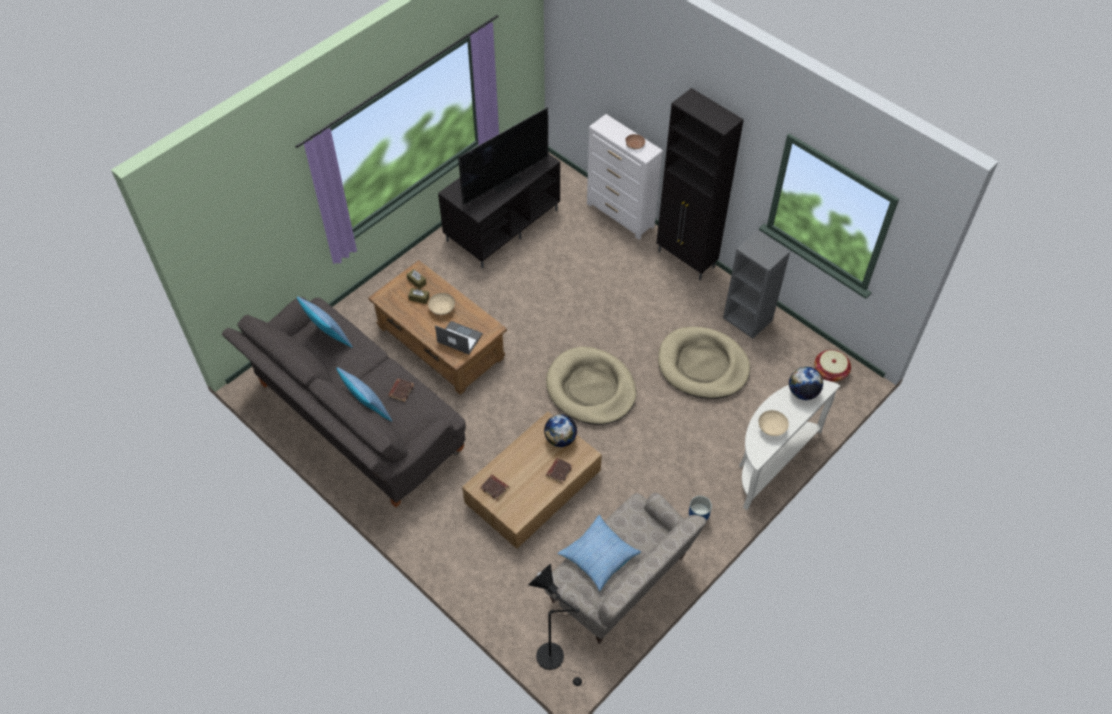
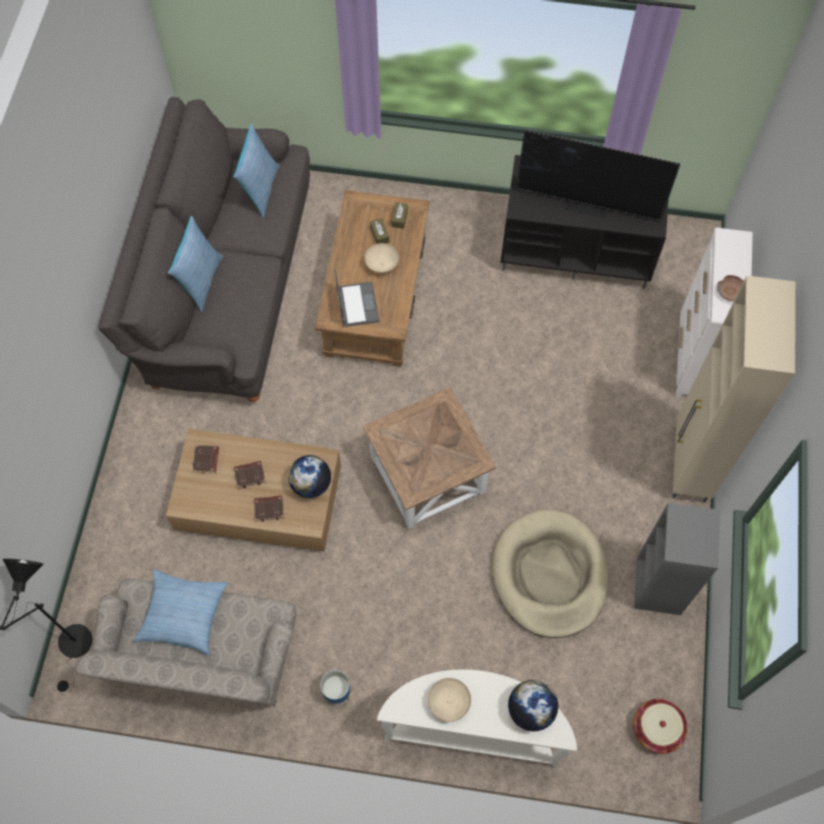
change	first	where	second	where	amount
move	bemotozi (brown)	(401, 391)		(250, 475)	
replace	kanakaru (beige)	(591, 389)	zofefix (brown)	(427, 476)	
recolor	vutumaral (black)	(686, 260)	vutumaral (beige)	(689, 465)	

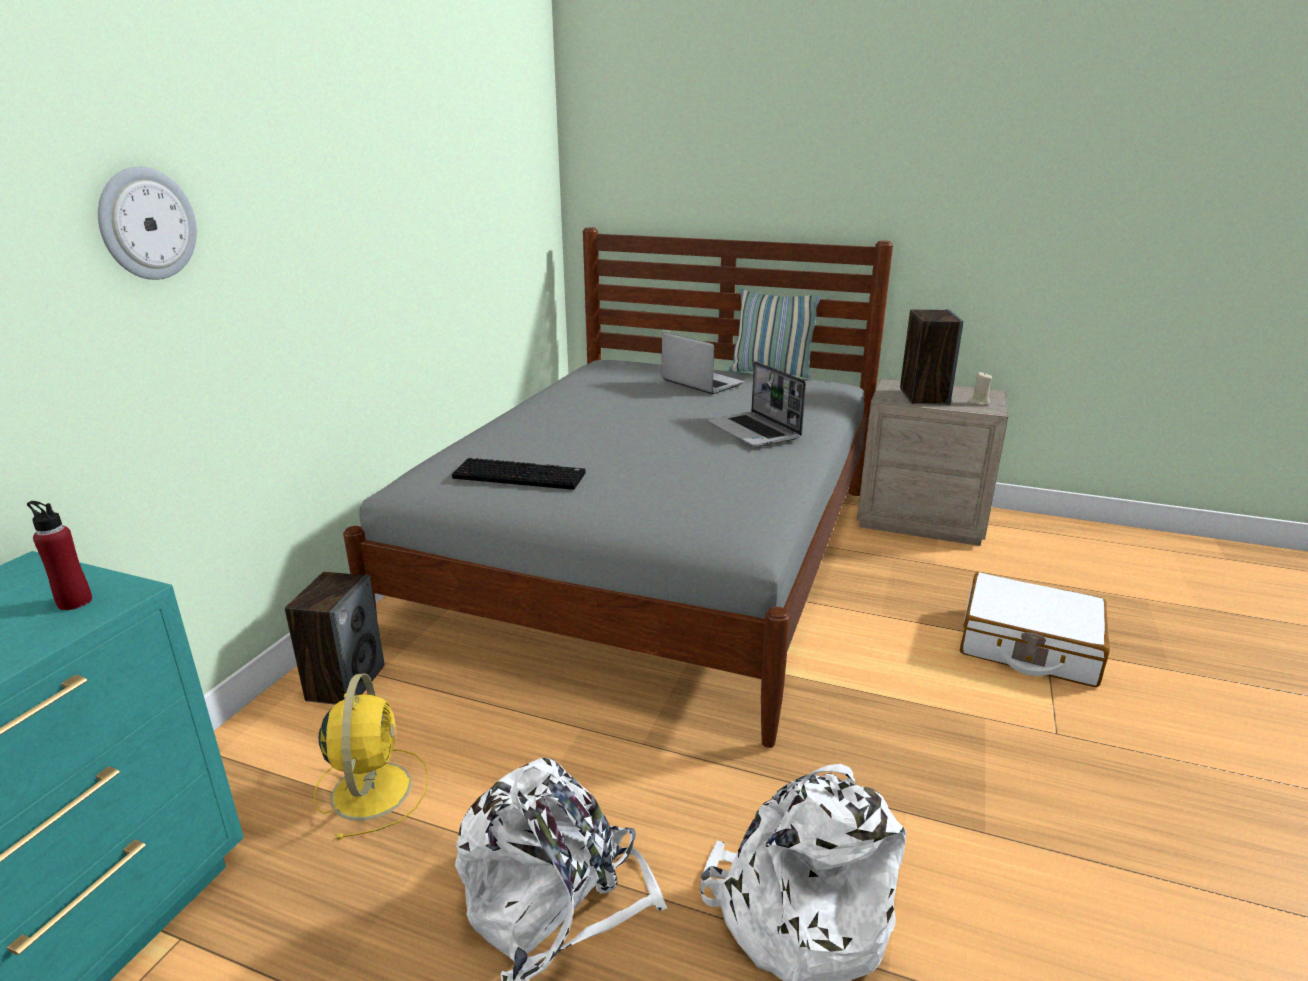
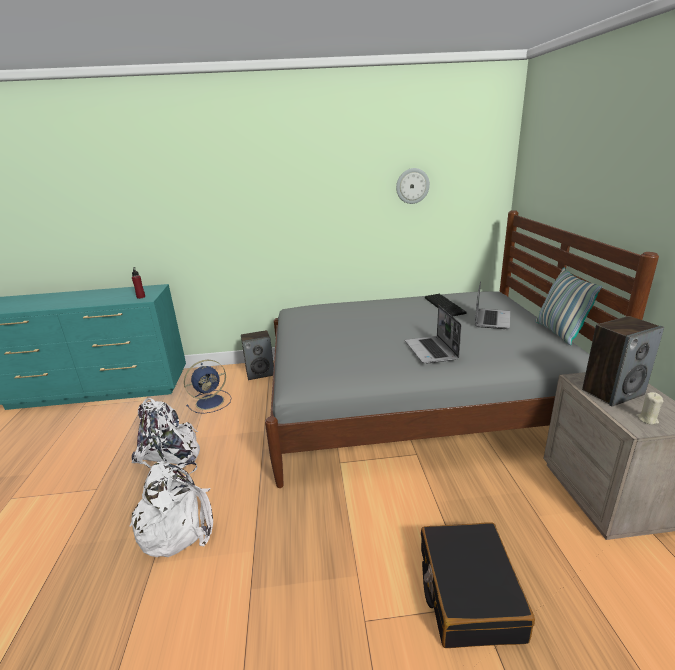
change	first	where	second	where	amount
move	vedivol	(146, 224)		(412, 186)	
recolor	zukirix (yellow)	(372, 788)	zukirix (blue)	(211, 401)	
move	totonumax	(521, 475)		(445, 306)	
rotate	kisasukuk	(755, 431)		(431, 351)	45 degrees counterclockwise
recolor	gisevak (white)	(1028, 646)	gisevak (black)	(468, 592)	

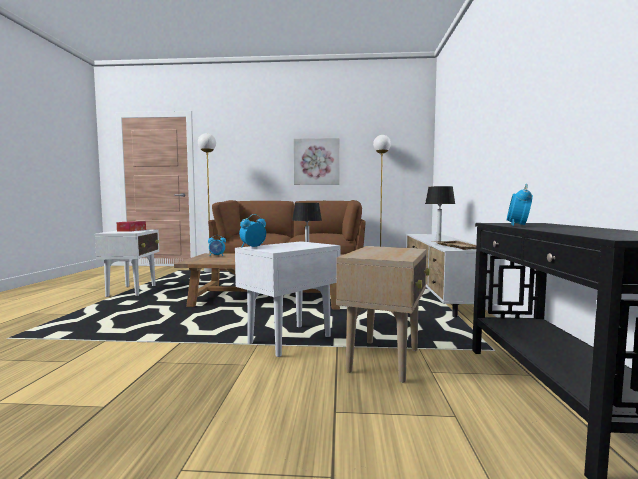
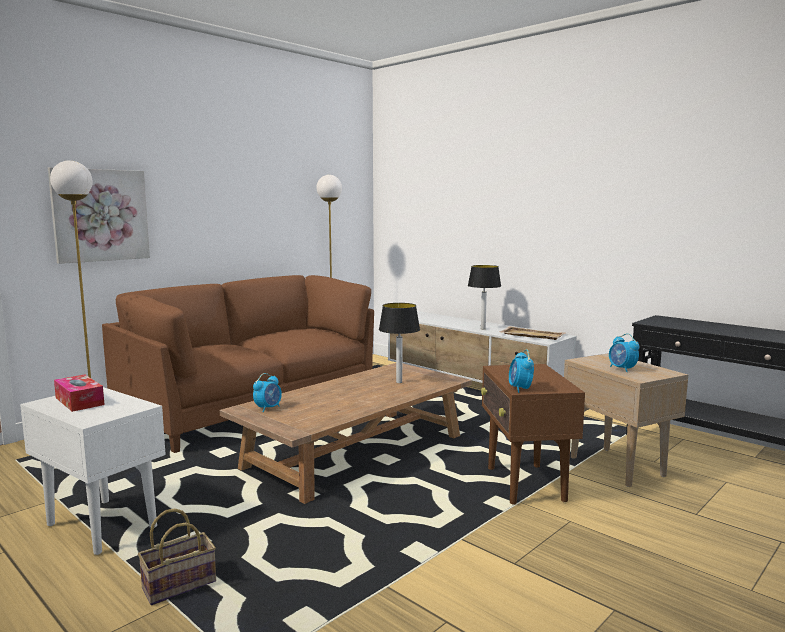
change	first	where	second	where	amount
recolor	zofefix (white)	(289, 340)	zofefix (brown)	(525, 485)	
move	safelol	(316, 162)		(100, 215)	
move	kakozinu	(518, 225)		(622, 369)	
insert			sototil	(180, 584)	

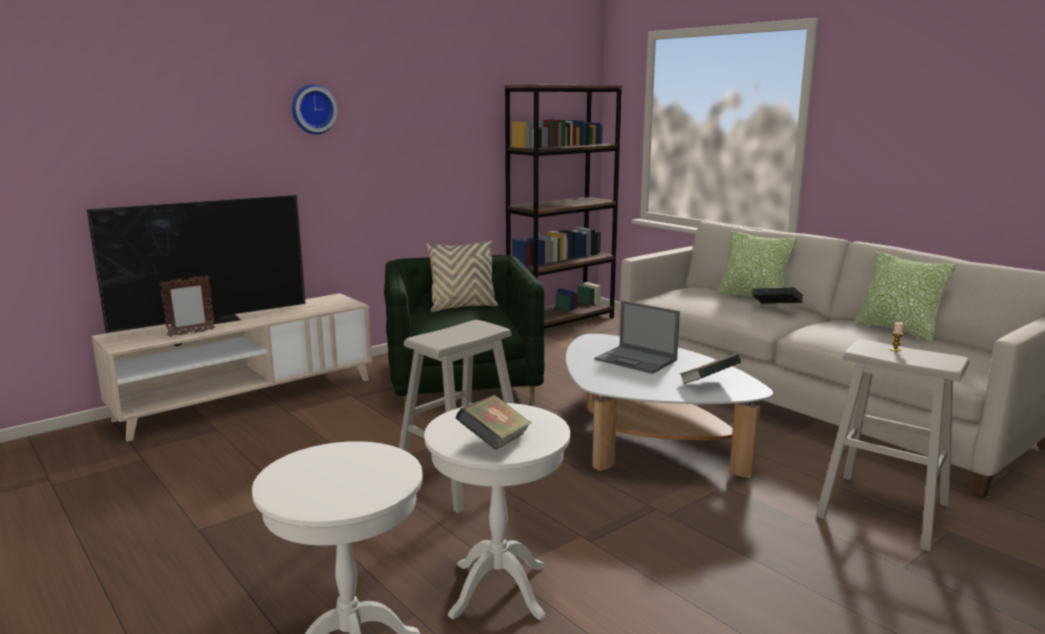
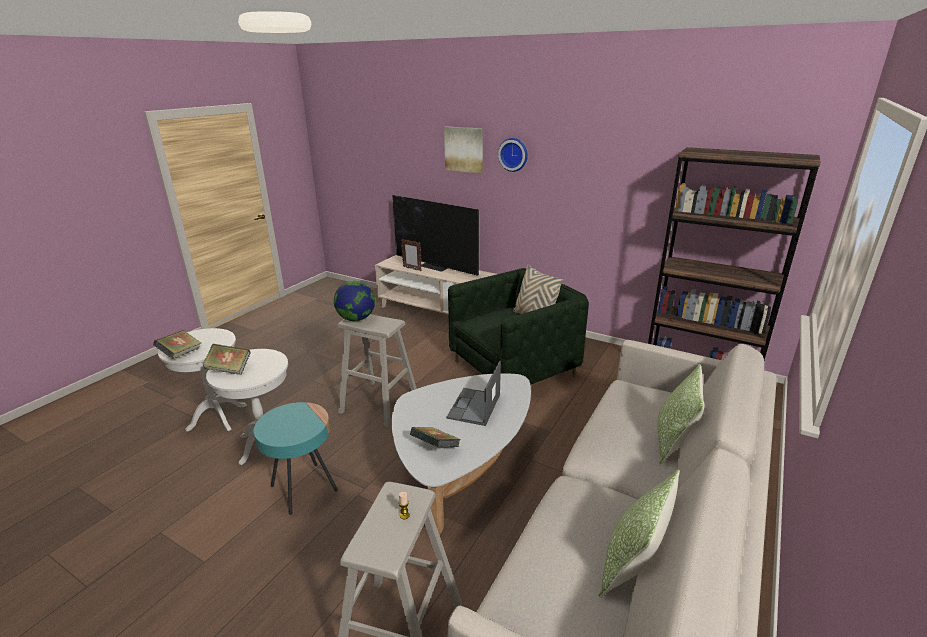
change	first	where	second	where	amount
move	bemotozi	(776, 308)		(181, 354)	
insert			zofefix (turquoise)	(304, 488)	
insert			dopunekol	(356, 319)	
insert			safelol	(464, 149)	

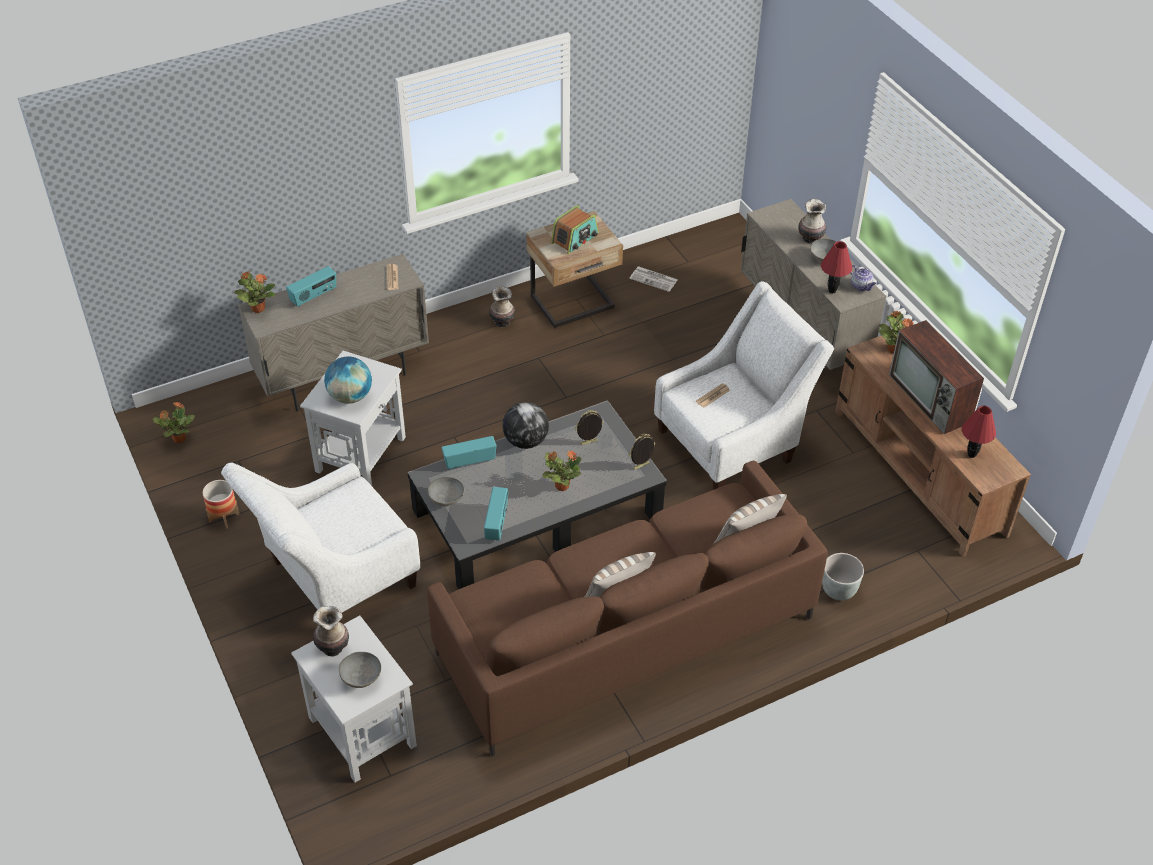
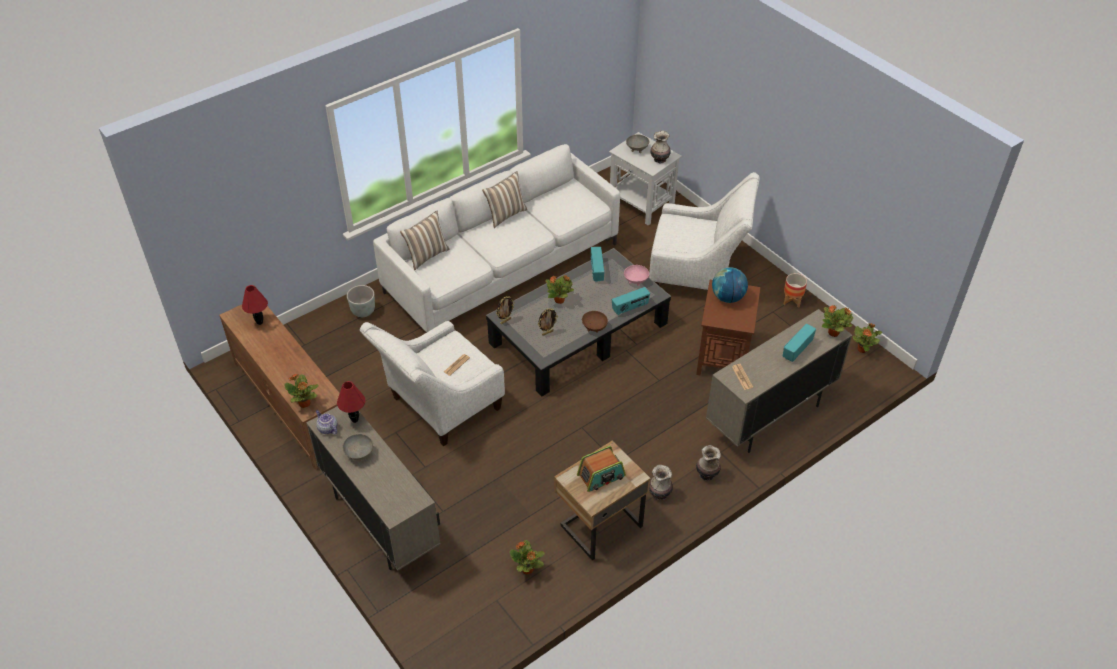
change	first	where	second	where	amount
rotate	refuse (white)	(334, 579)		(697, 274)	60 degrees clockwise
recolor	zofefix (white)	(361, 453)	zofefix (brown)	(722, 357)	
recolor	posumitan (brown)	(625, 634)	posumitan (white)	(502, 268)	
recolor	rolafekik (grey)	(445, 500)	rolafekik (pink)	(636, 280)	
replace	dopunekol	(525, 441)	rolafekik (brown)	(594, 328)	
rotate	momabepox	(575, 239)		(601, 476)	150 degrees counterclockwise
replace	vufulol	(654, 279)	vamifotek	(527, 570)	
move	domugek	(811, 238)		(706, 474)	
delete	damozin	(931, 399)			

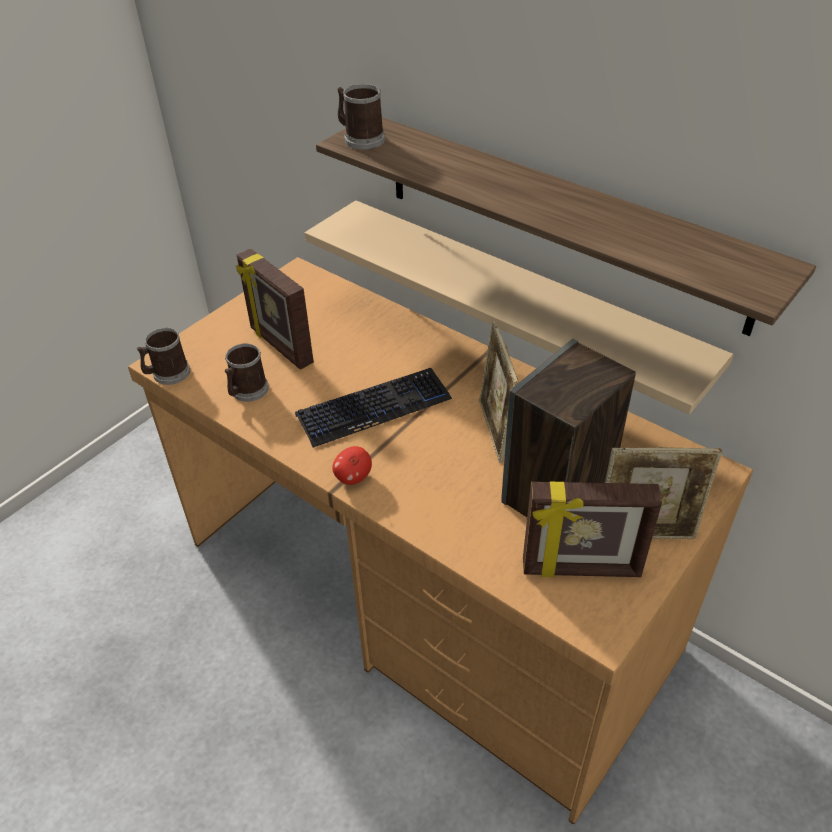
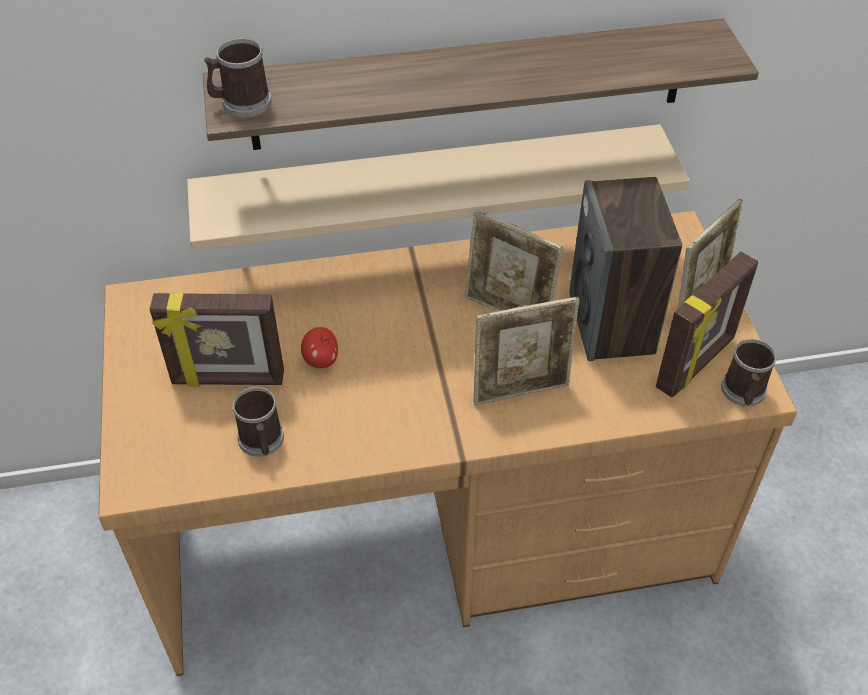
change	first	where	second	where	amount
move	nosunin	(167, 374)		(743, 393)	
delete	totonumax	(374, 408)			
move	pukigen	(353, 477)		(321, 360)	
insert			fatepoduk	(521, 390)	

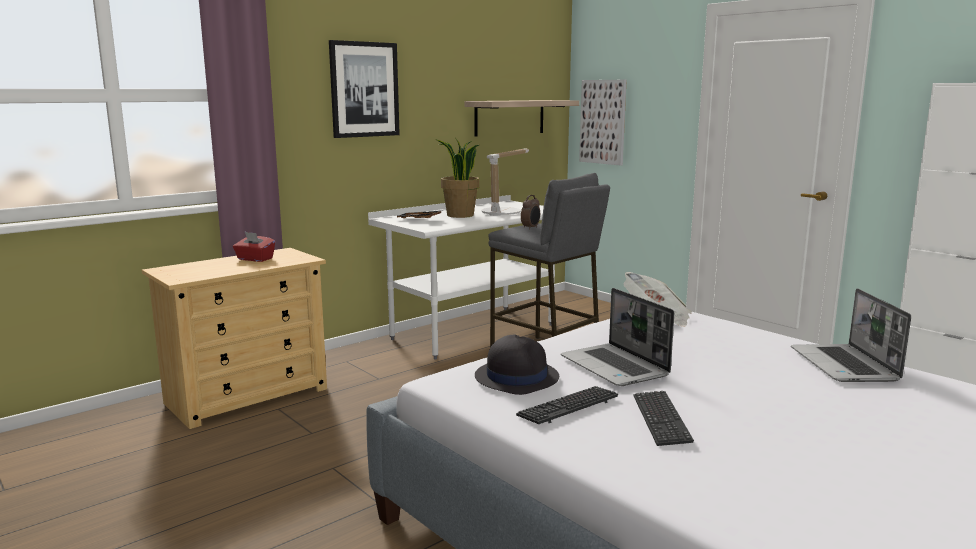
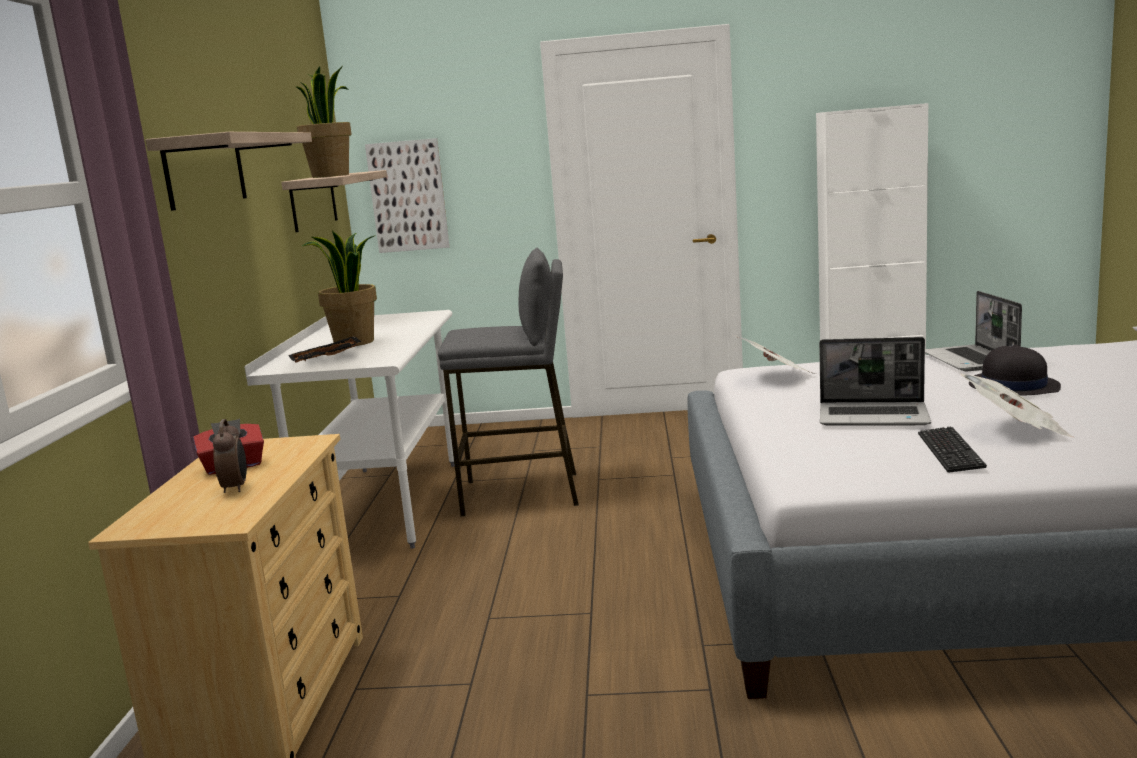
change	first	where	second	where	amount
replace	safelol	(364, 89)	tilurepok	(205, 171)	
move	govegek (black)	(516, 377)		(1012, 386)	
delete	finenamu	(504, 212)			
move	kakozinu	(531, 228)		(236, 488)	
replace	totonumax	(661, 419)	vufulol	(1016, 431)	
rotate	kisasukuk	(845, 365)		(970, 360)	45 degrees clockwise
insert			vamifotek	(331, 176)	

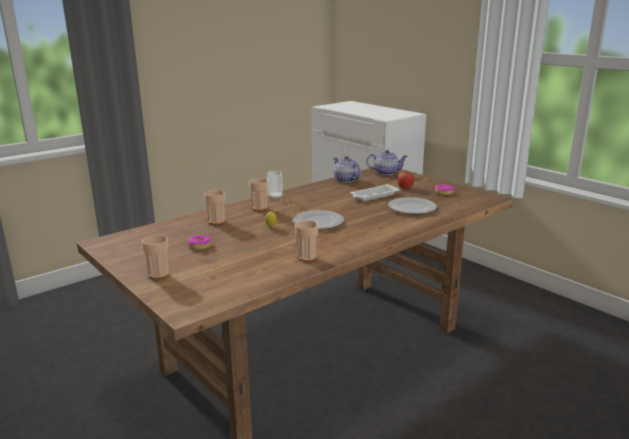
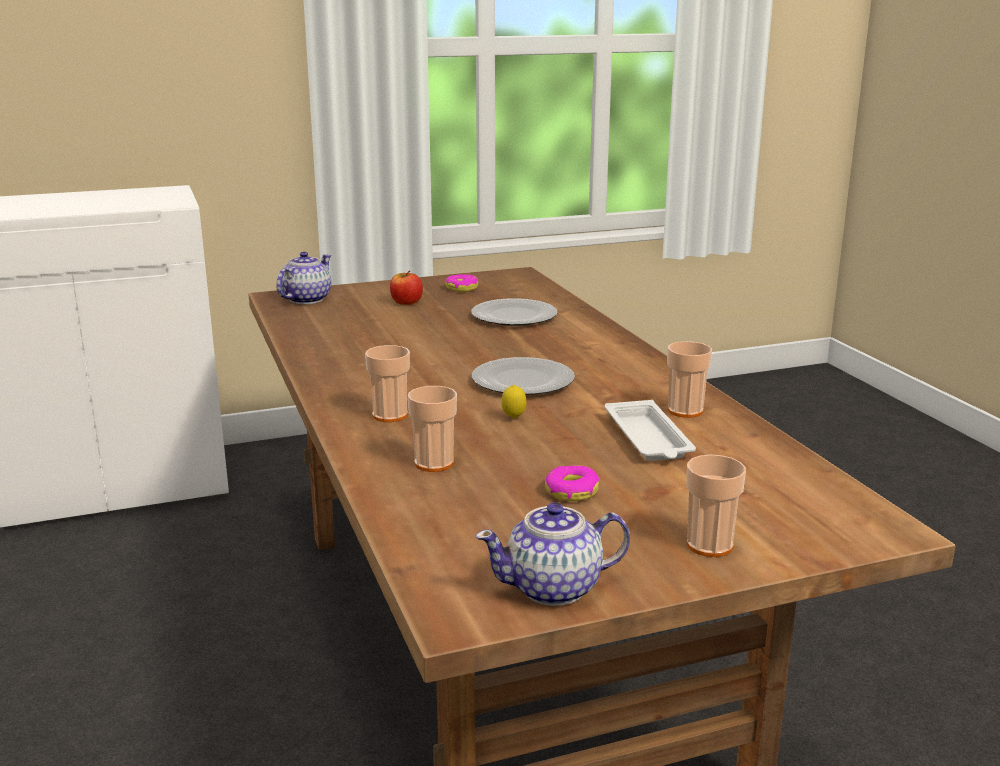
change	first	where	second	where	amount
delete	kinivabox	(275, 197)			
move	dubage	(346, 180)		(554, 588)	
move	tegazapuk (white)	(373, 196)		(648, 439)	

